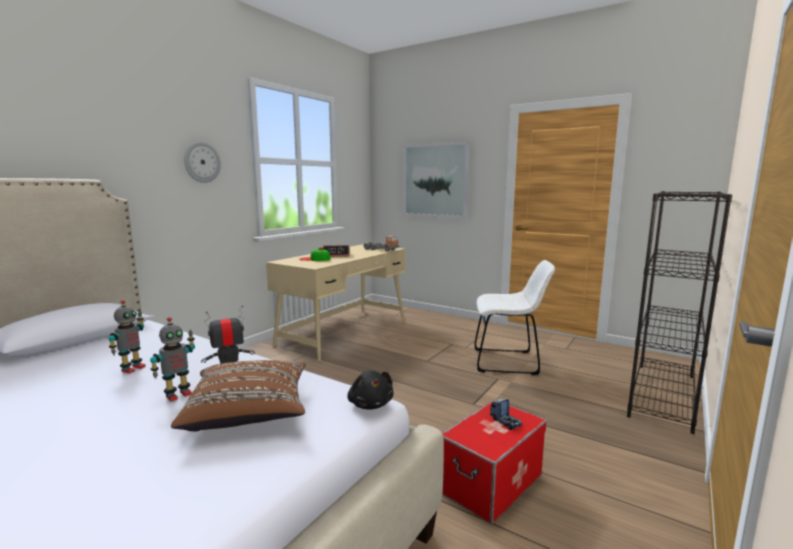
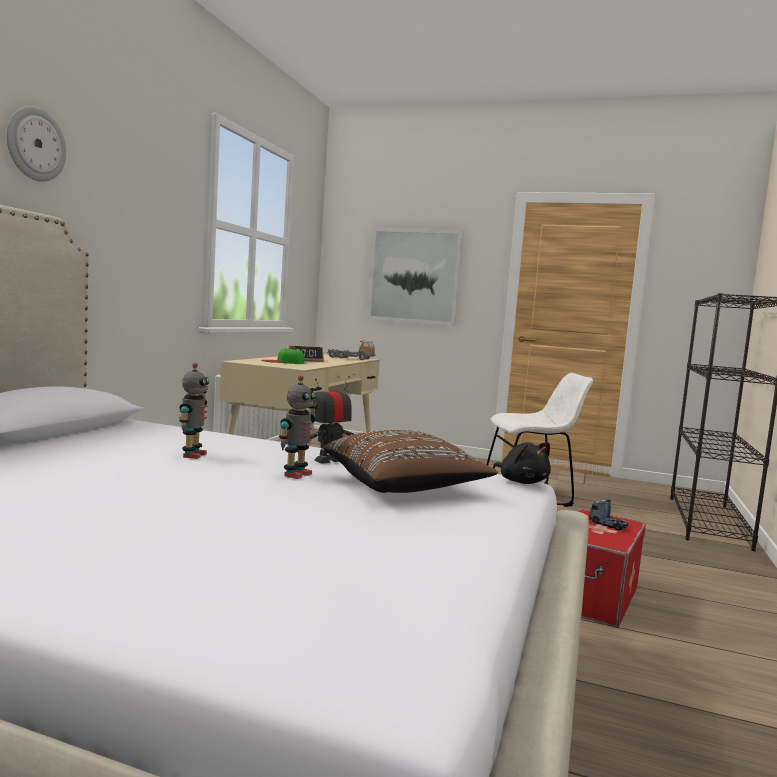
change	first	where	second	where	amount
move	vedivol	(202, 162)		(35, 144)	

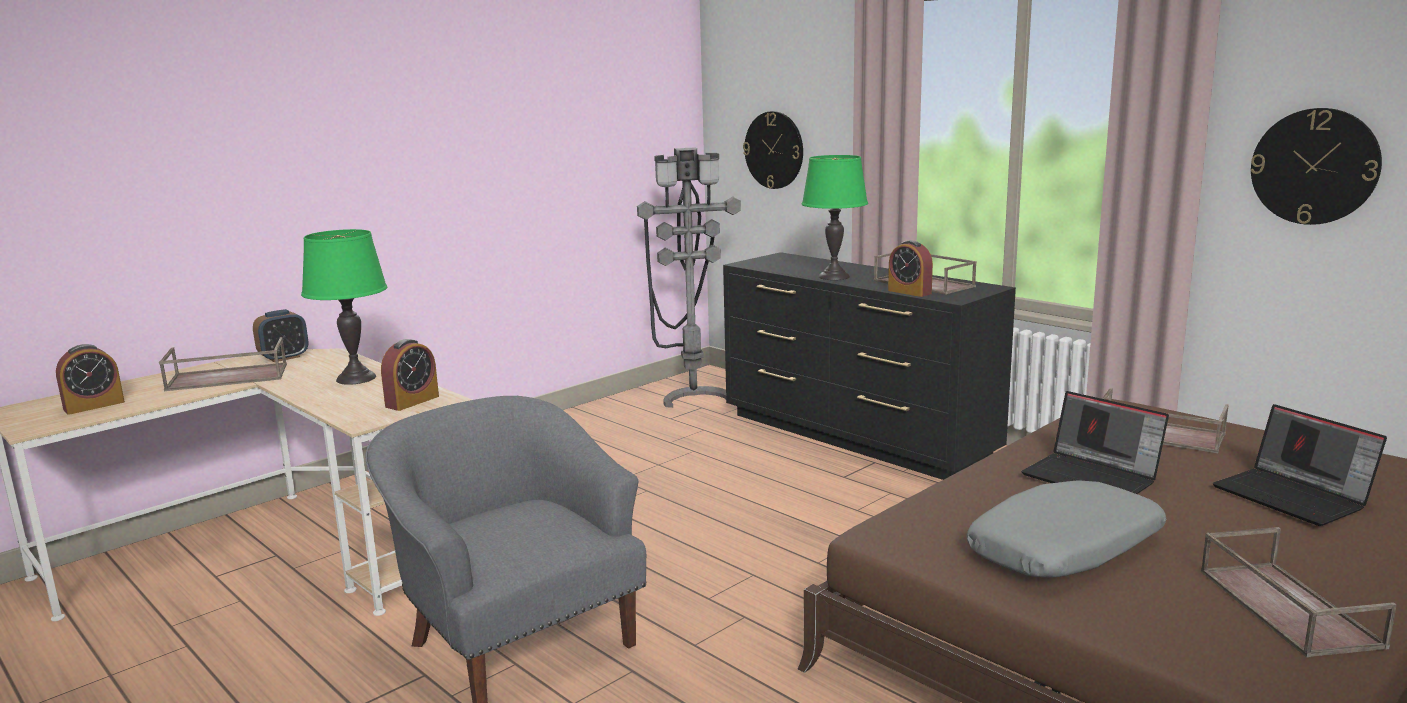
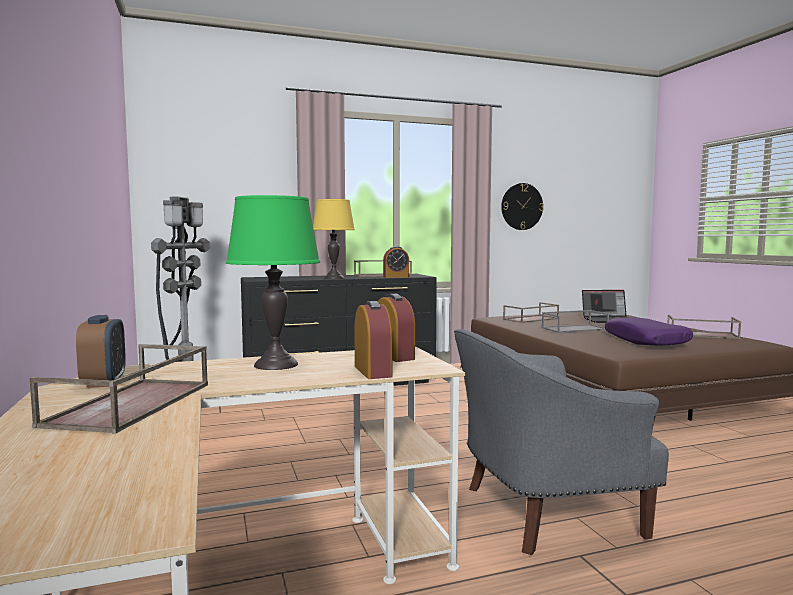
change	first	where	second	where	amount
move	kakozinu	(94, 406)		(372, 371)	
delete	vedivol	(774, 150)			
recolor	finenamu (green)	(834, 277)	finenamu (yellow)	(334, 278)	
recolor	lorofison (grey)	(1066, 549)	lorofison (purple)	(646, 341)	
replace	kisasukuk	(1093, 477)	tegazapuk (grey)	(574, 328)	

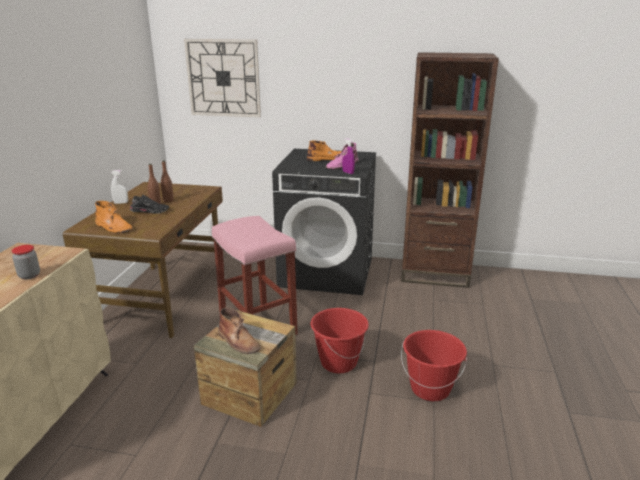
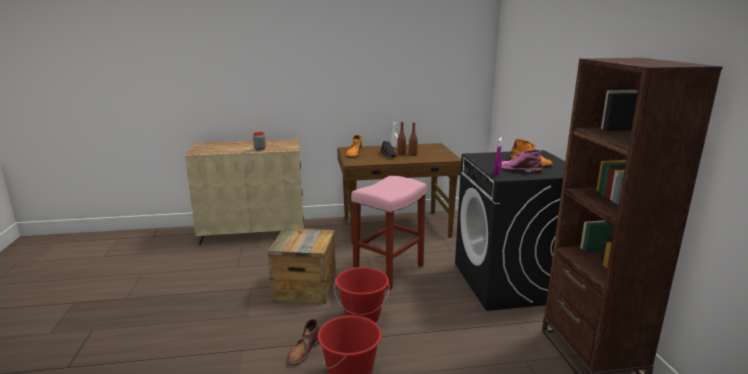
change	first	where	second	where	amount
delete	vedivol	(223, 78)			
move	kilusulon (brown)	(238, 341)		(303, 351)	

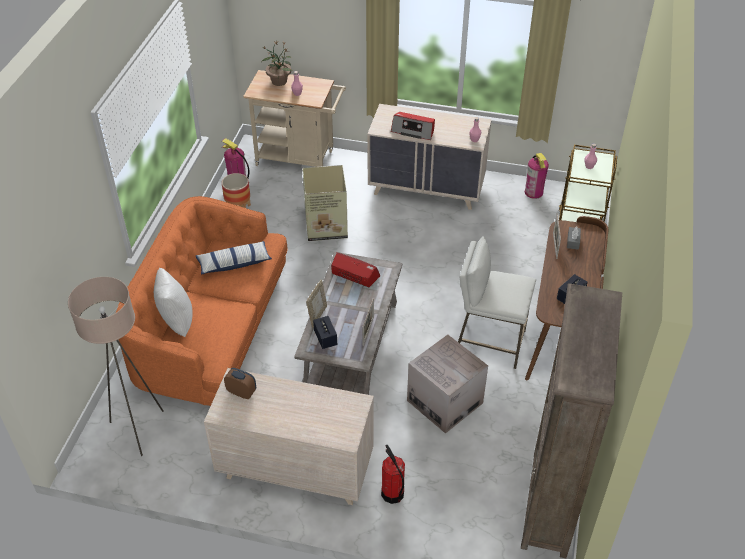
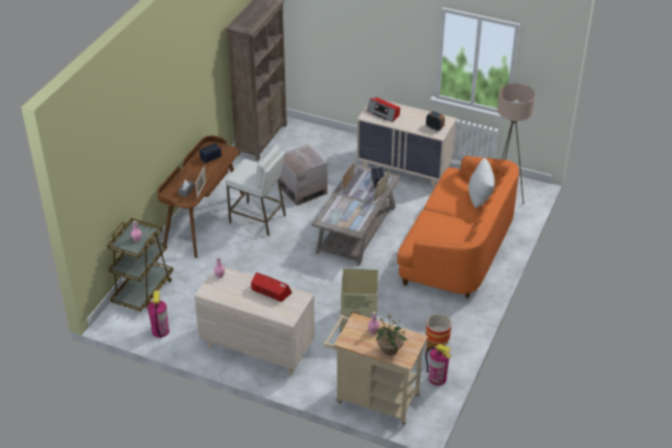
change	first	where	second	where	amount
delete	lorofison	(234, 263)			
move	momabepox	(354, 275)		(383, 113)	
delete	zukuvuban	(392, 494)			

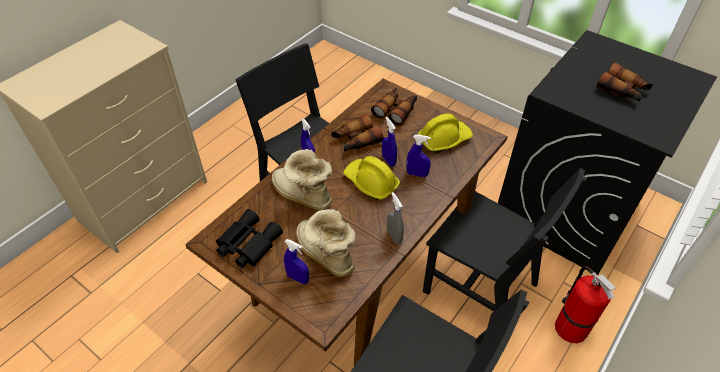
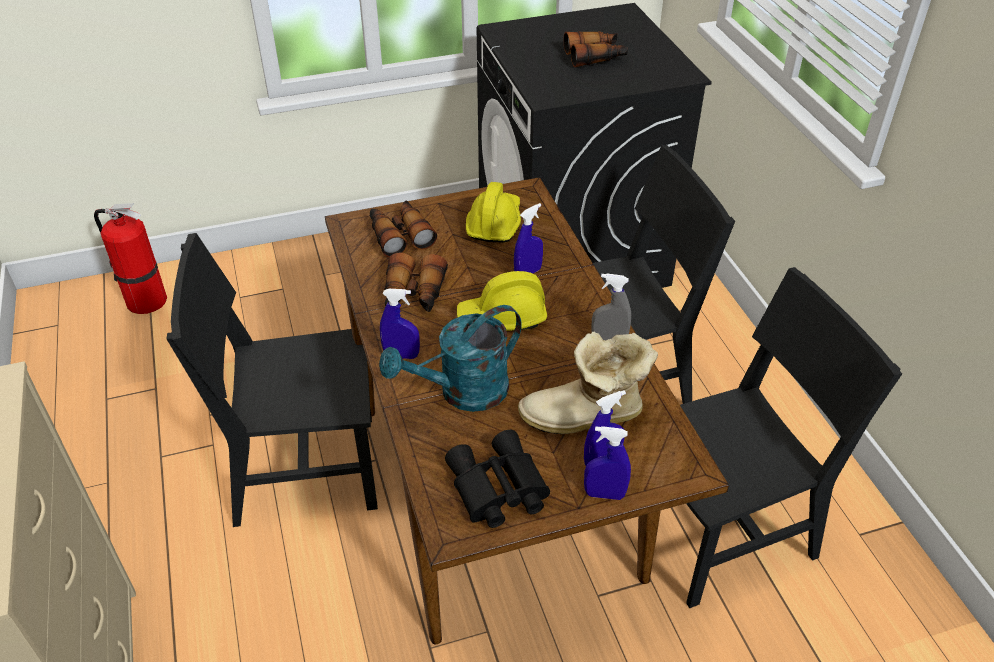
change	first	where	second	where	amount
replace	kilusulon	(302, 196)	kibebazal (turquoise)	(462, 393)	
move	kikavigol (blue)	(388, 160)		(604, 494)	
move	zukuvuban	(569, 326)		(144, 300)	

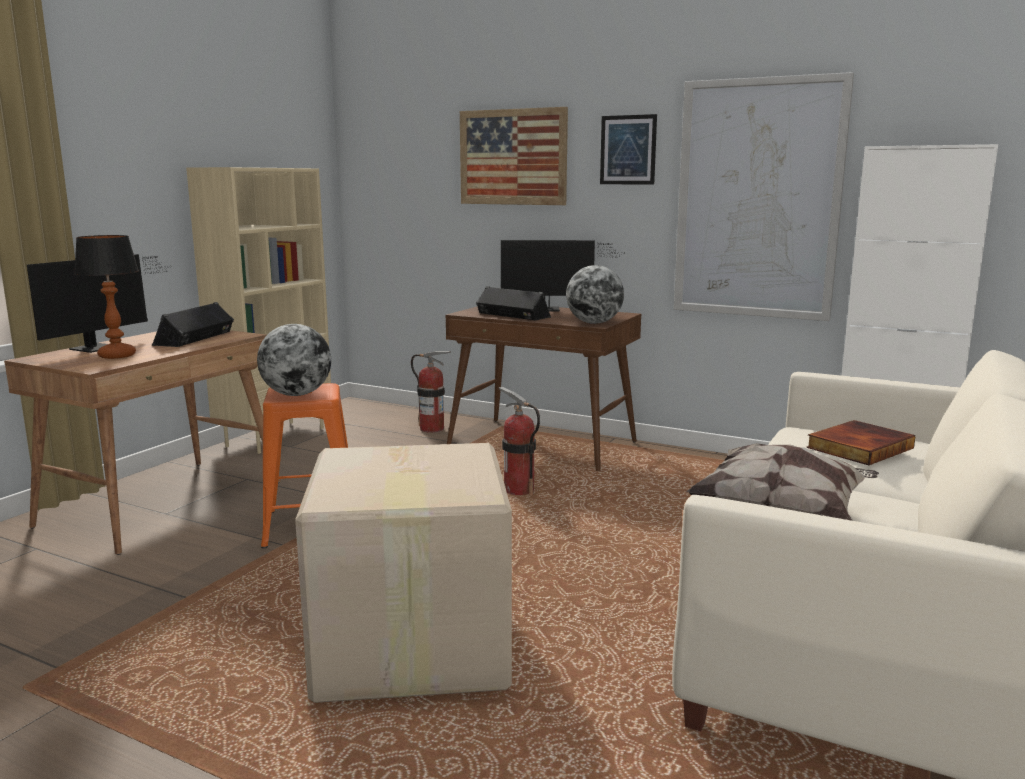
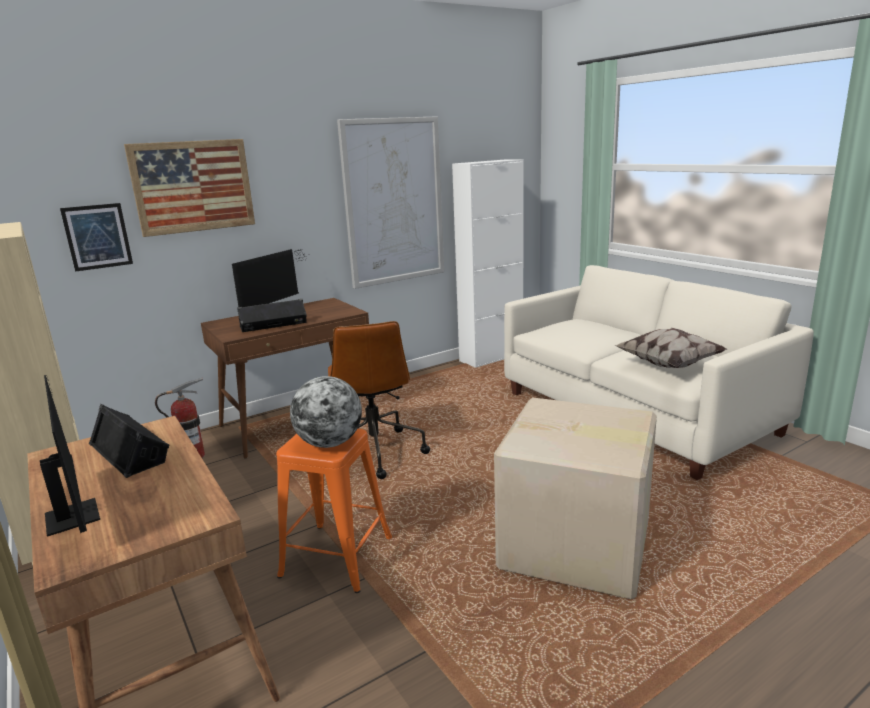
change	first	where	second	where	amount
delete	finenamu	(117, 356)			
replace	zukuvuban	(519, 491)	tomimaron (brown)	(375, 452)	
delete	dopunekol	(594, 323)			
move	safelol	(628, 150)		(97, 236)	
delete	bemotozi	(858, 447)			

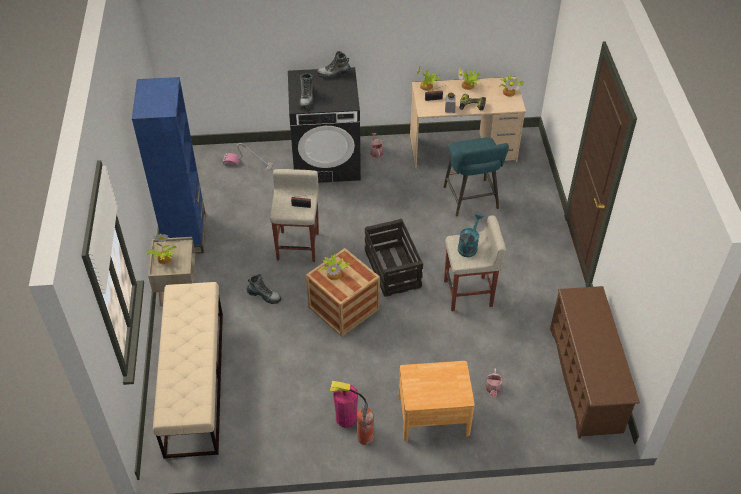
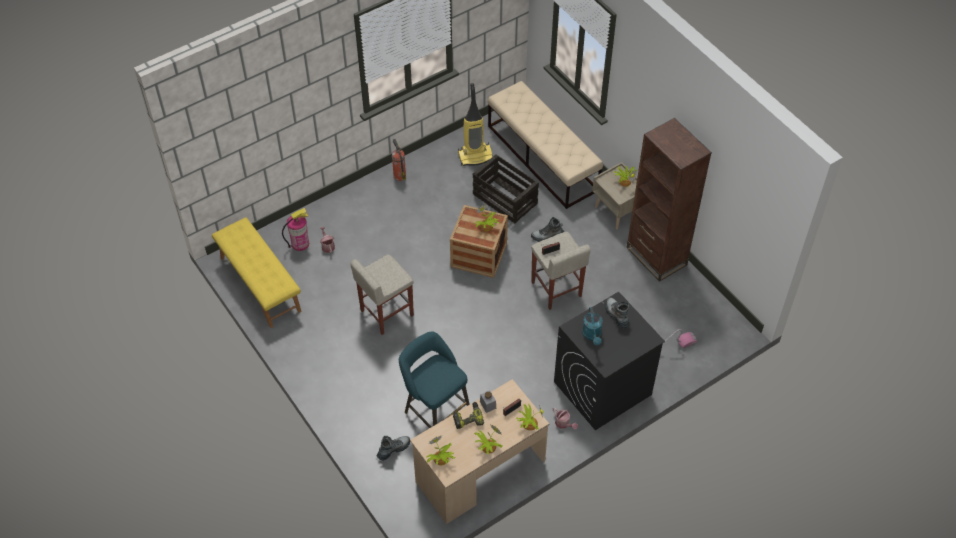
change	first	where	second	where	amount
recolor	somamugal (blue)	(186, 234)	somamugal (brown)	(656, 256)	
move	kilusulon	(334, 74)		(393, 449)	
move	zukuvuban	(346, 418)		(300, 243)	
move	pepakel	(393, 269)		(504, 199)	
delete	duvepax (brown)	(433, 416)			
move	kibebazal (turquoise)	(468, 246)		(592, 336)	
replace	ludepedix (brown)	(585, 379)	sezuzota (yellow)	(259, 284)	
insert			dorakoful	(475, 156)	

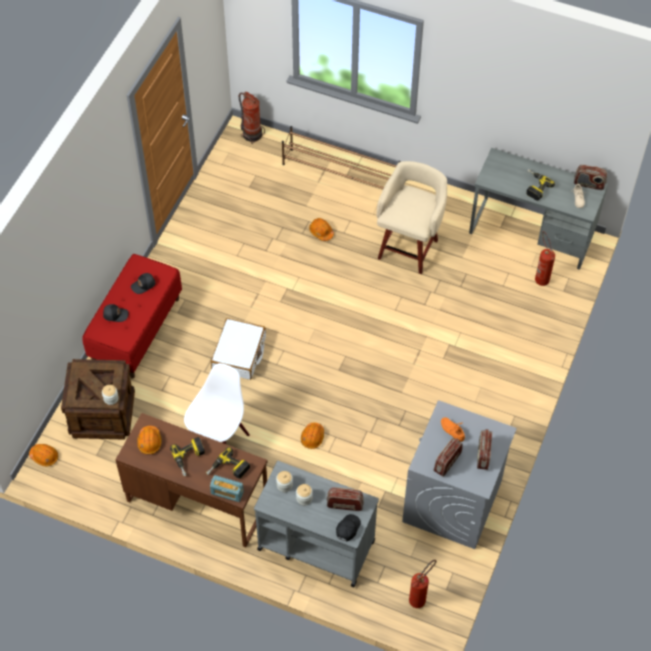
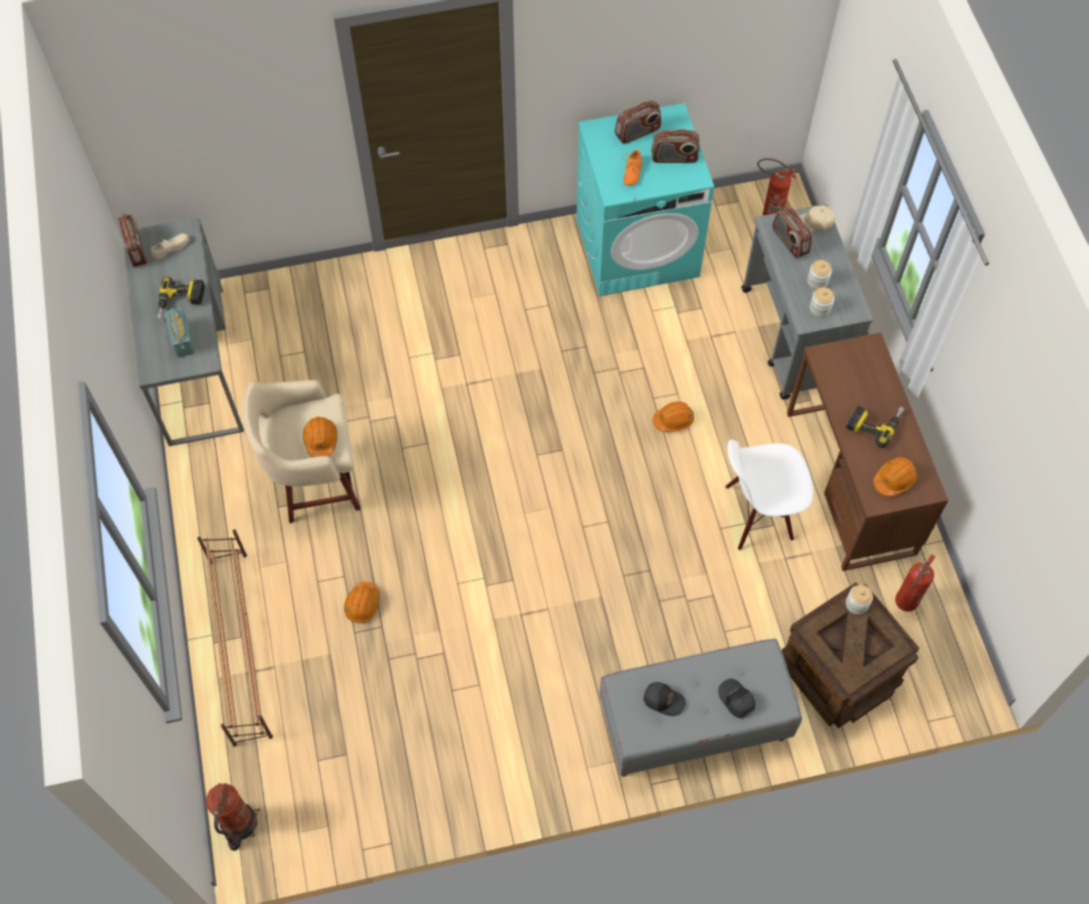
change	first	where	second	where	amount
move	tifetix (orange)	(44, 456)		(321, 440)	
recolor	sezuzota (red)	(136, 330)	sezuzota (grey)	(693, 724)	
delete	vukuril	(228, 470)			
move	momabepox	(227, 492)		(182, 339)	
delete	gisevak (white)	(239, 354)			
recolor	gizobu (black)	(347, 529)	gizobu (beige)	(814, 223)	
recolor	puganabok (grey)	(452, 502)	puganabok (turquoise)	(638, 247)	
move	zukuvuban	(540, 277)		(903, 606)	

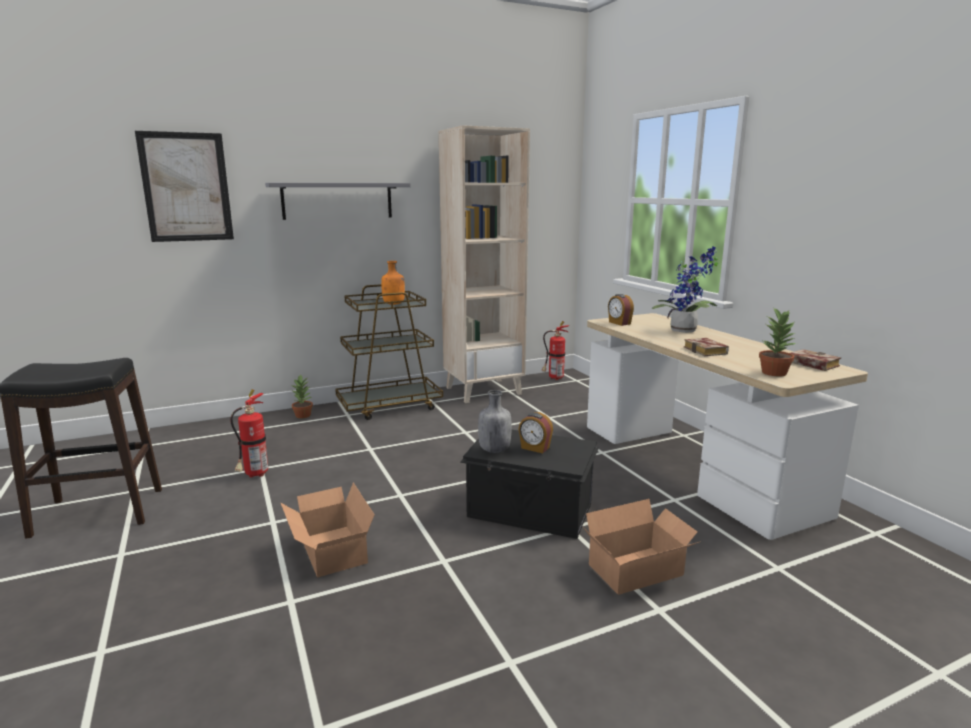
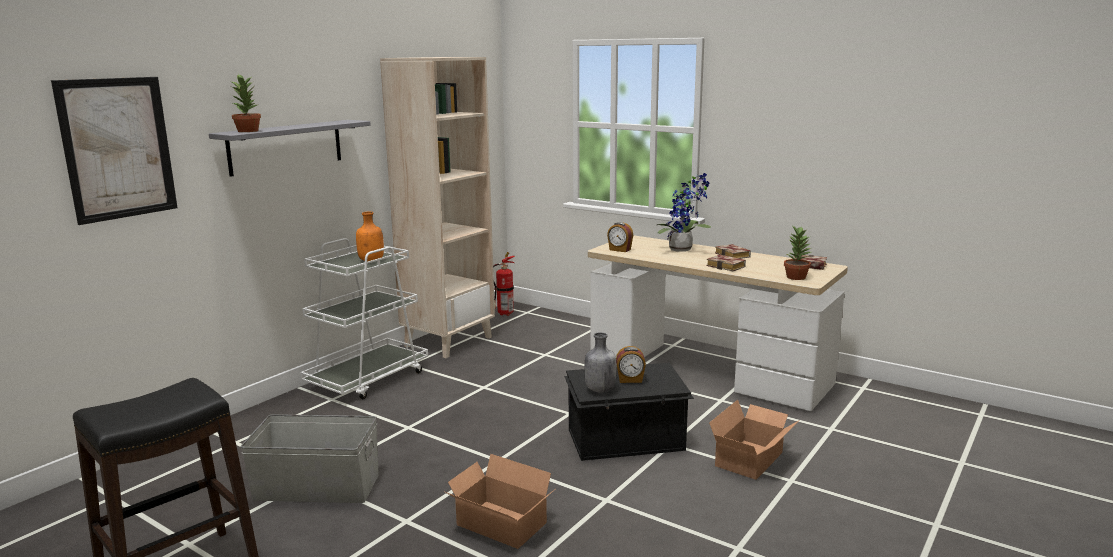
change	first	where	second	where	amount
replace	zukuvuban	(254, 475)	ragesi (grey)	(316, 486)	
move	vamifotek	(303, 415)		(248, 131)	
recolor	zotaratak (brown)	(390, 406)	zotaratak (white)	(368, 379)	
insert			bemotozi	(734, 255)	

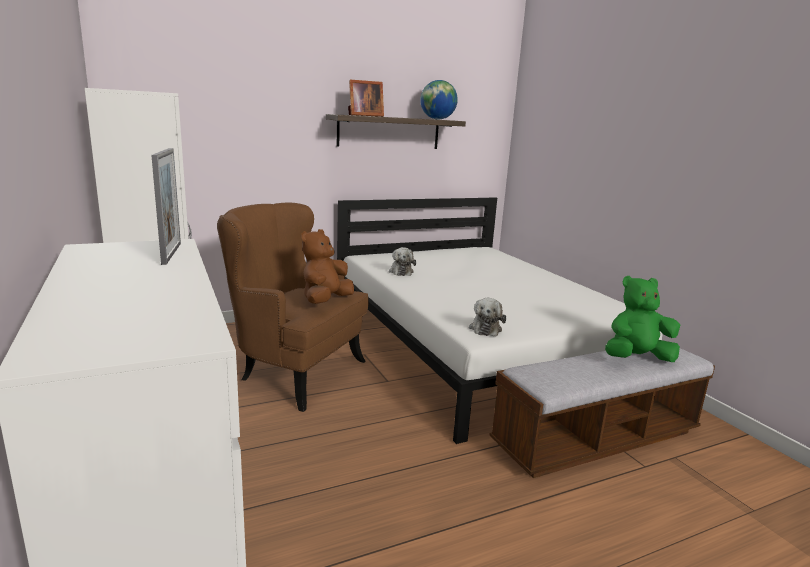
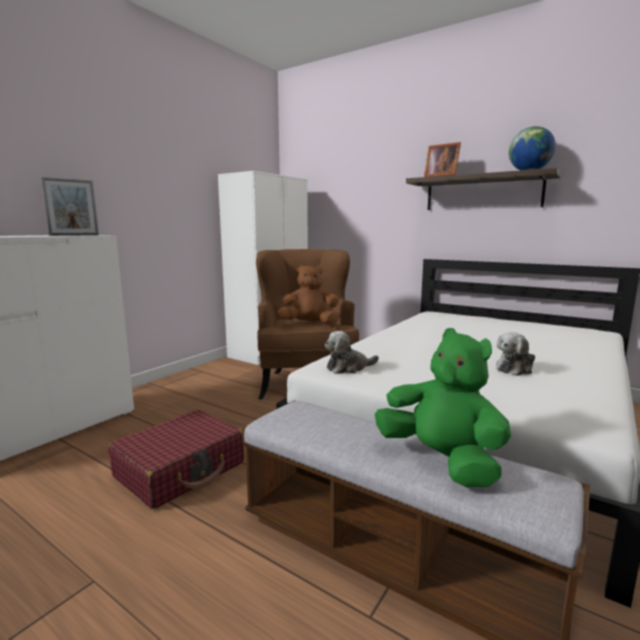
change	first	where	second	where	amount
move	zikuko	(401, 271)		(515, 368)	
insert			gisevak (red)	(181, 470)	

